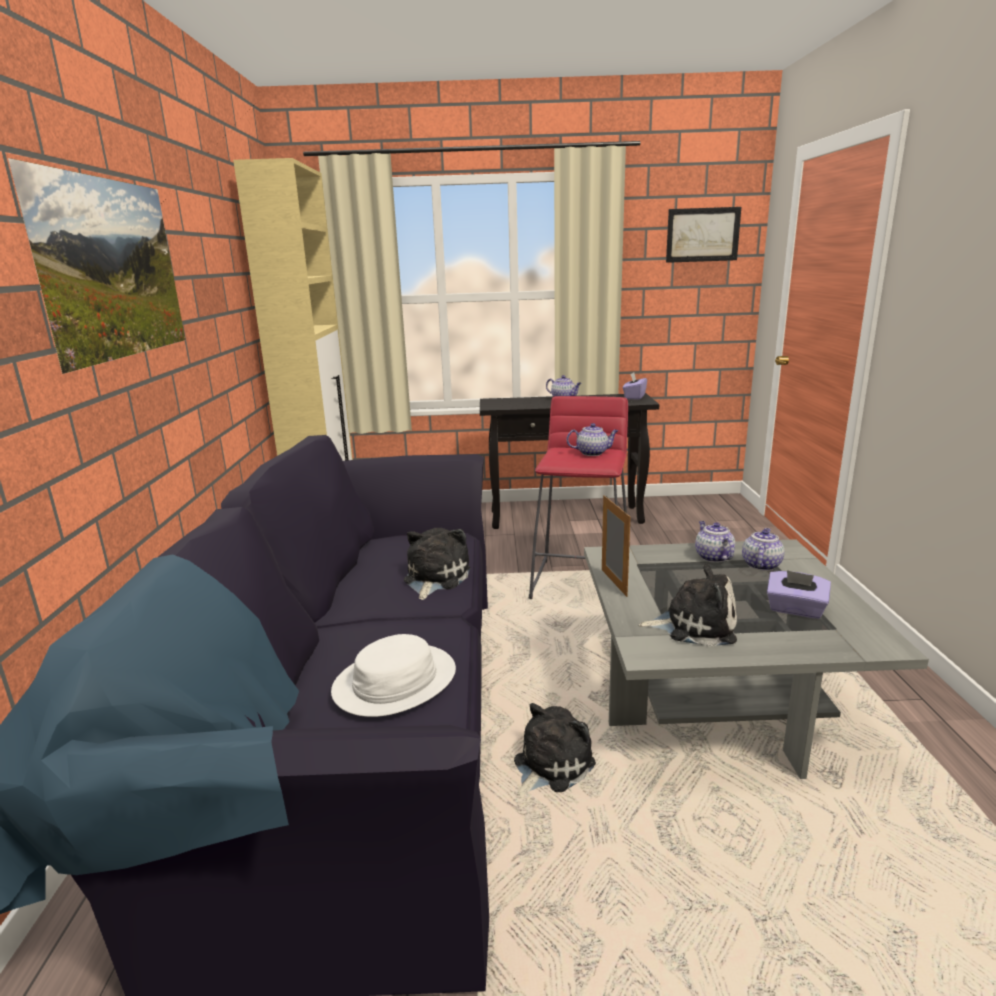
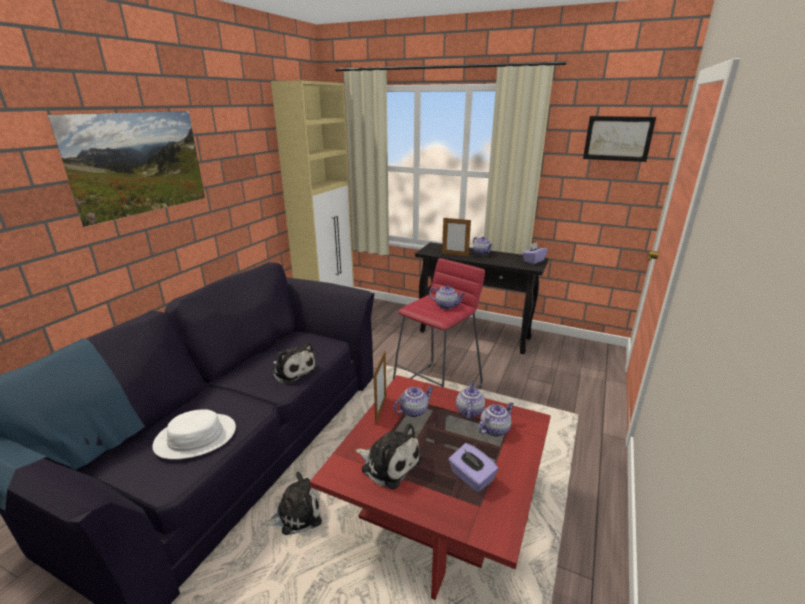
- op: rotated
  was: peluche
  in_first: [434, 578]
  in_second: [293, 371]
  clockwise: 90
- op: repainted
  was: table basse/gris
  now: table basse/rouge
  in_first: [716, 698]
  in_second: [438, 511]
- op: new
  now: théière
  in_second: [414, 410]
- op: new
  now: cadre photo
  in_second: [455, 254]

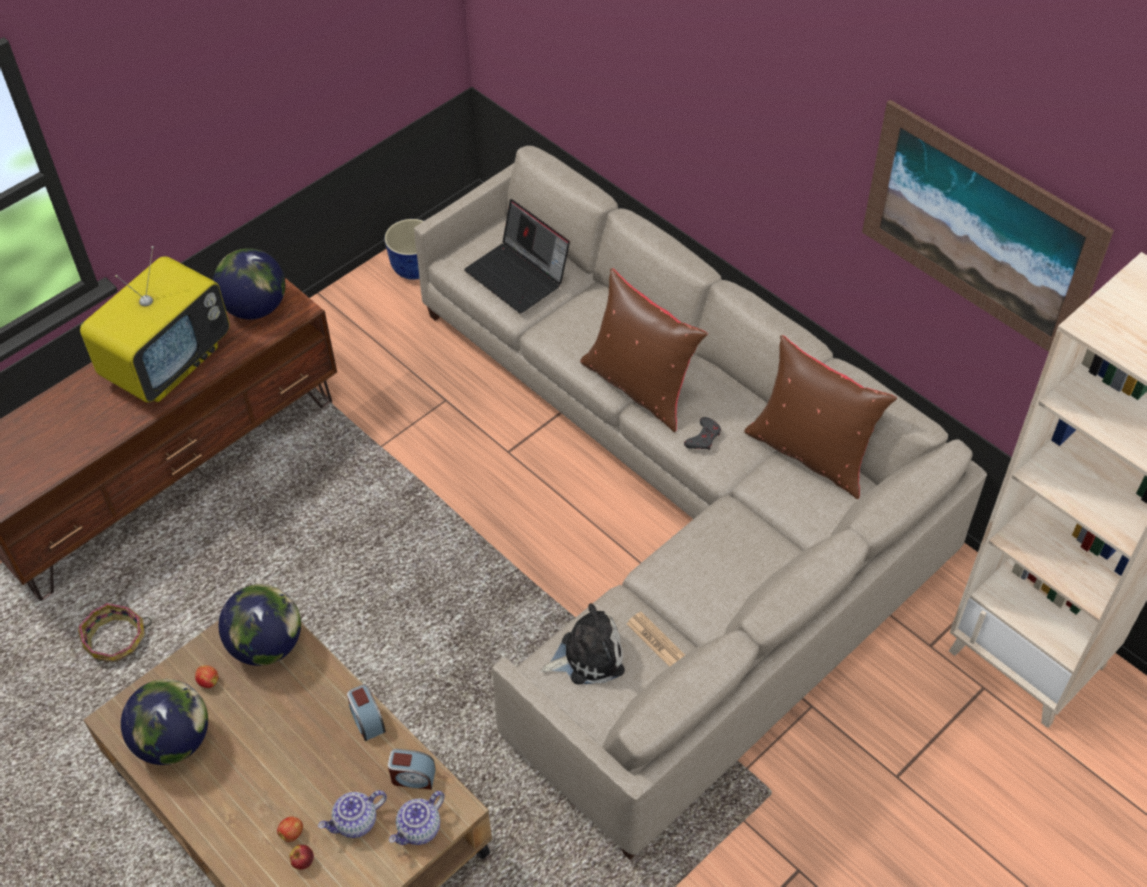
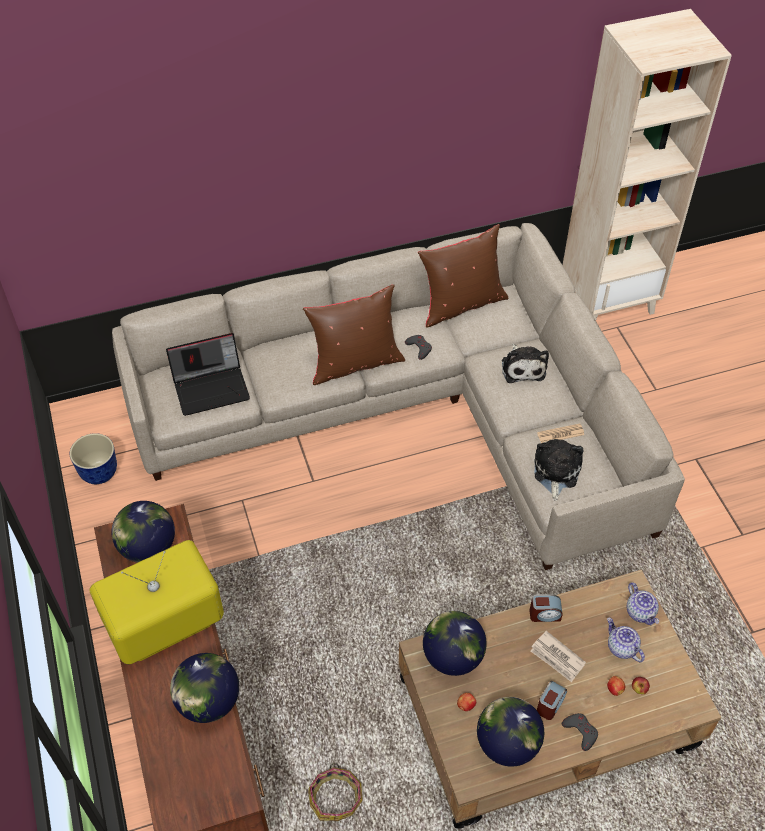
- op: rotated
  was: téléviseur
  in_first: [168, 362]
  in_second: [165, 626]
  clockwise: -90
- op: rotated
  was: théière
  in_first: [355, 822]
  in_second: [621, 647]
  clockwise: 150
- op: shifted
  was: réveil
  in_first: [413, 777]
  in_second: [550, 704]
- op: gone
  was: tableau
  in_first: [979, 230]
- op: new
  now: globe
  in_second: [209, 701]
- op: new
  now: peluche
  in_second: [523, 367]
- op: new
  now: journal
  in_second: [557, 658]
- op: new
  now: manette/gris
  in_second: [580, 731]

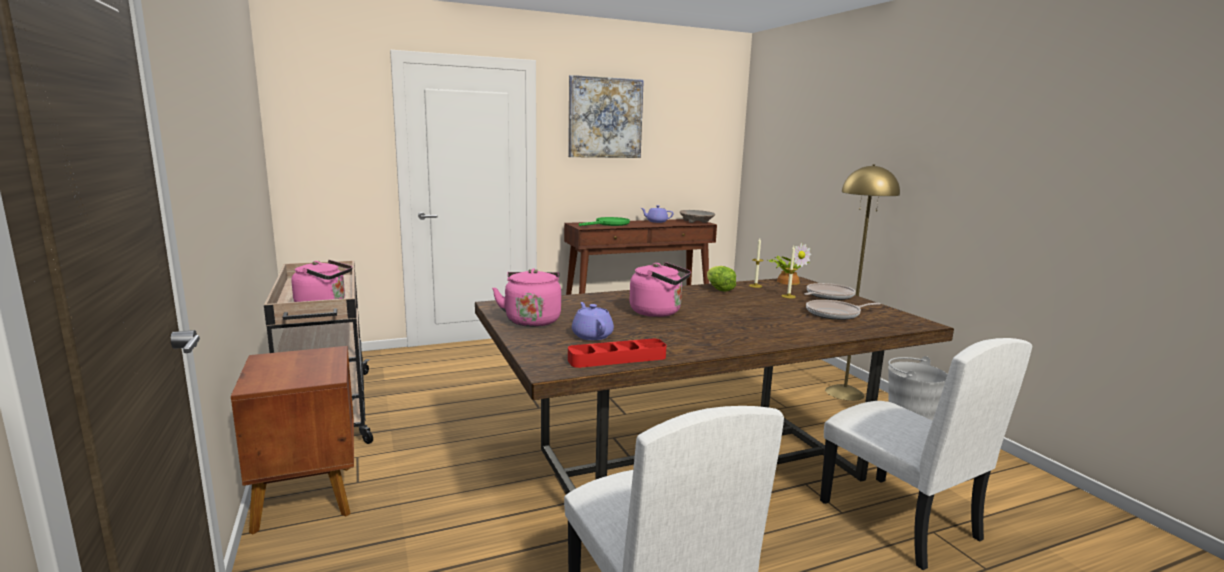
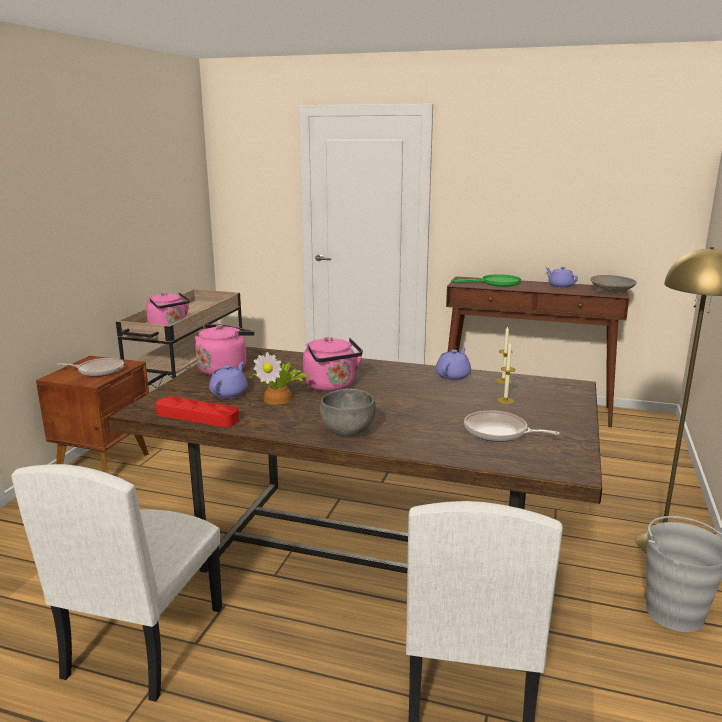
- op: gone
  was: tableau
  in_first: [605, 118]
- op: swapped
  was: laitue
  now: théière/violet
  in_first: [718, 289]
  in_second: [453, 376]
- op: shifted
  was: plante en pot
  in_first: [788, 281]
  in_second: [279, 398]
- op: shifted
  was: poêle
  in_first: [828, 296]
  in_second: [98, 371]
- op: new
  now: bol/gris
  in_second: [347, 432]

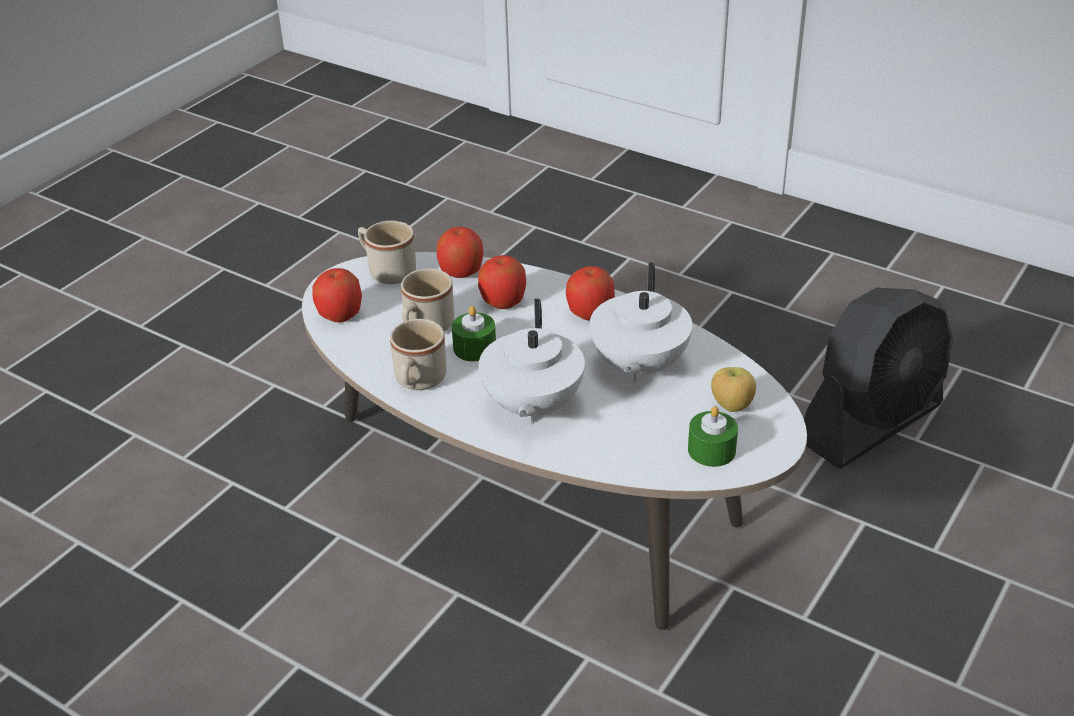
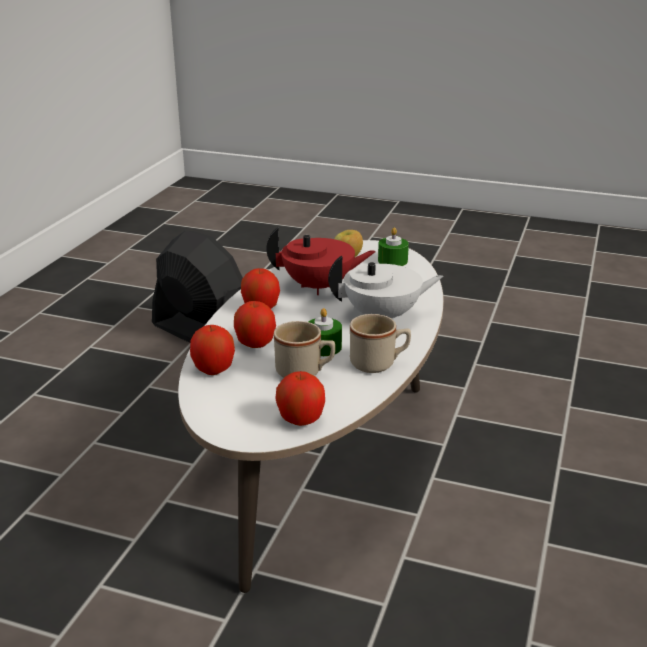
- op: gone
  was: mug/beige
  in_first: [387, 271]
- op: repainted
  was: théière/blanc
  now: théière/rouge
  in_first: [638, 366]
  in_second: [319, 287]

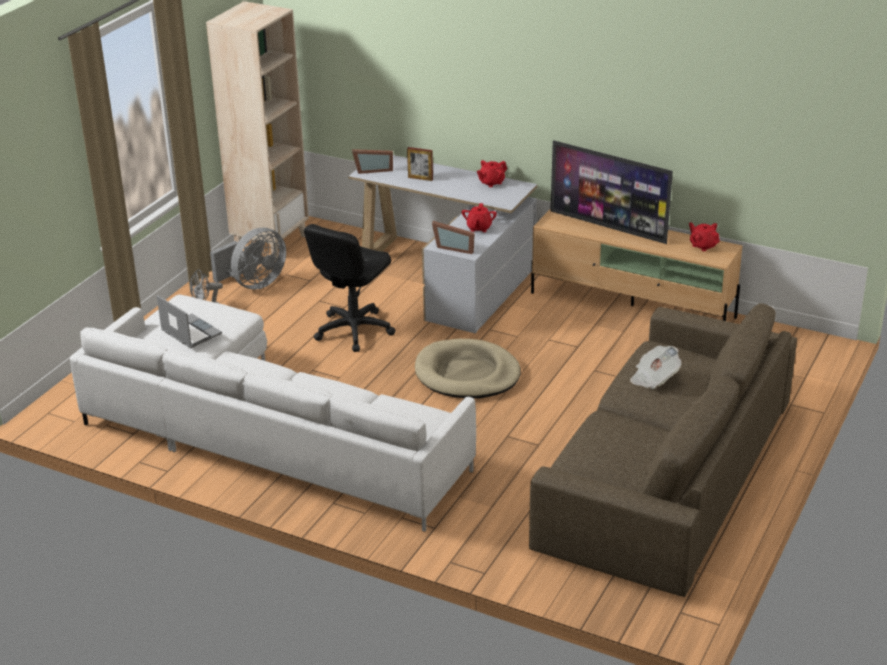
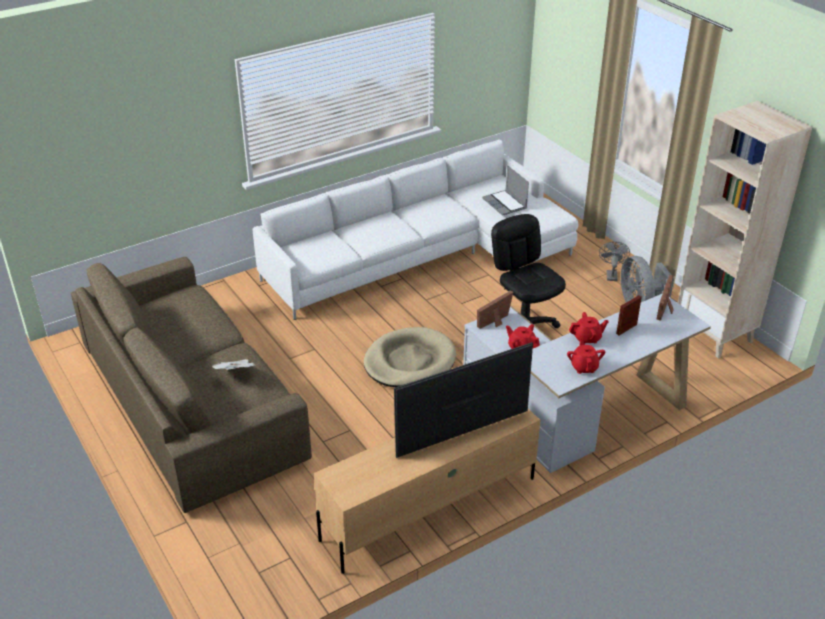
- op: rotated
  was: ordinateur portable
  in_first: [190, 333]
  in_second: [505, 204]
  clockwise: 75
- op: shifted
  was: théière/rouge
  in_first: [703, 246]
  in_second: [587, 338]

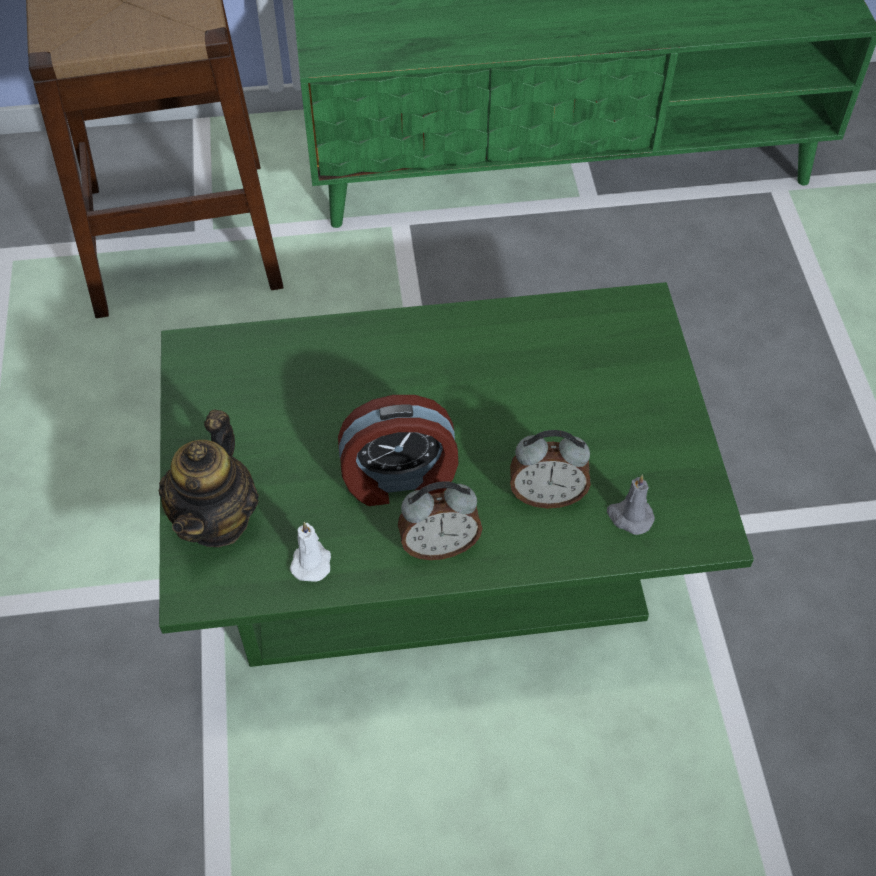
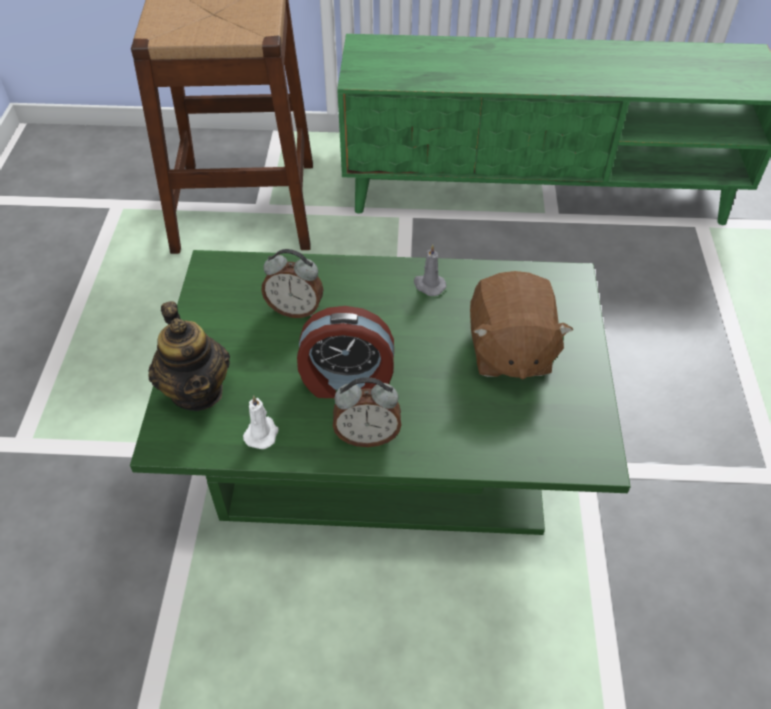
- op: rotated
  was: théière
  in_first: [217, 519]
  in_second: [197, 390]
  clockwise: -45
- op: shifted
  was: réveil
  in_first: [547, 495]
  in_second: [295, 309]
- op: shifted
  was: bougie/gris
  in_first: [629, 516]
  in_second: [428, 285]
- op: new
  now: peluche/marron
  in_second: [509, 351]

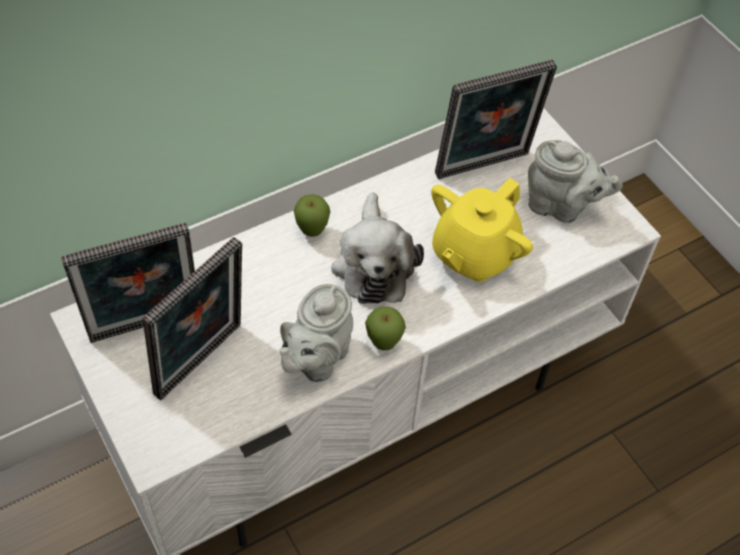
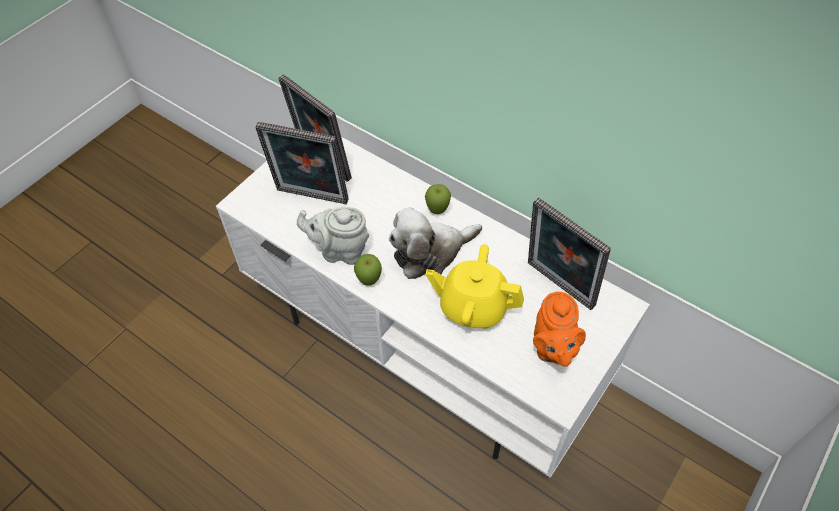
- op: repainted
  was: théière/gris
  now: théière/orange
  in_first: [561, 207]
  in_second: [552, 349]

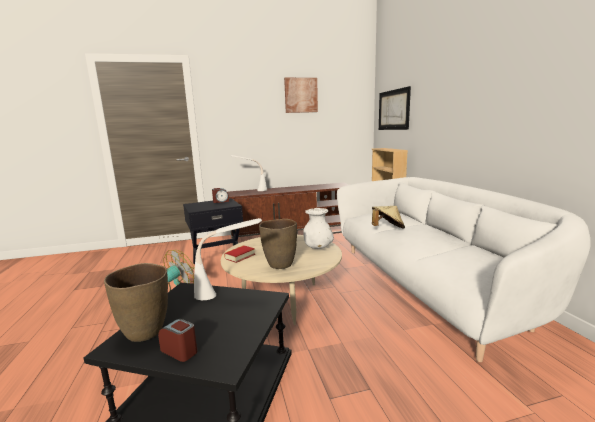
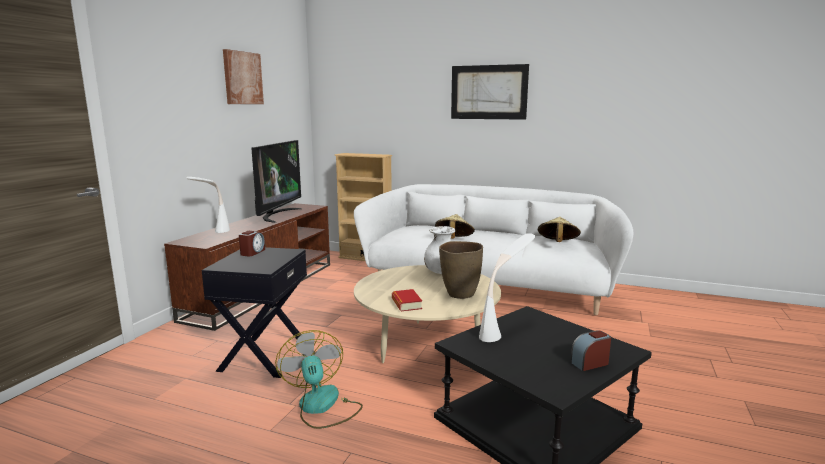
- op: gone
  was: vase/marron
  in_first: [146, 332]
- op: shifted
  was: tableau
  in_first: [393, 110]
  in_second: [488, 92]
- op: new
  now: téléviseur
  in_second: [277, 215]
- op: new
  now: chapeau/beige
  in_second: [557, 243]

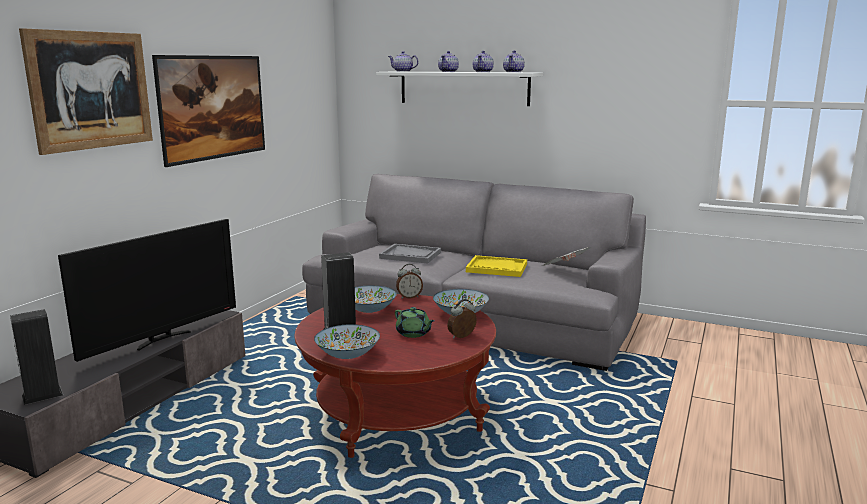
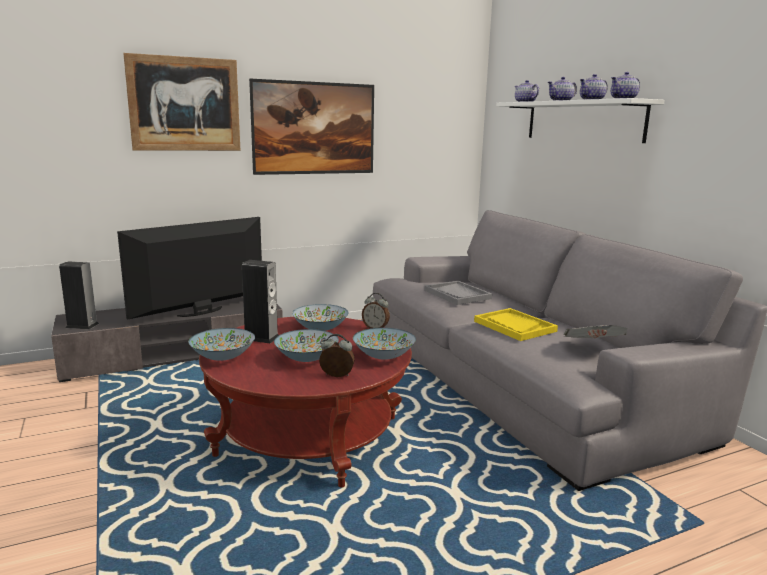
- op: rotated
  was: téléviseur
  in_first: [162, 339]
  in_second: [201, 312]
  clockwise: 150
- op: swapped
  was: théière/vert
  now: bol
  in_first: [413, 333]
  in_second: [306, 358]

